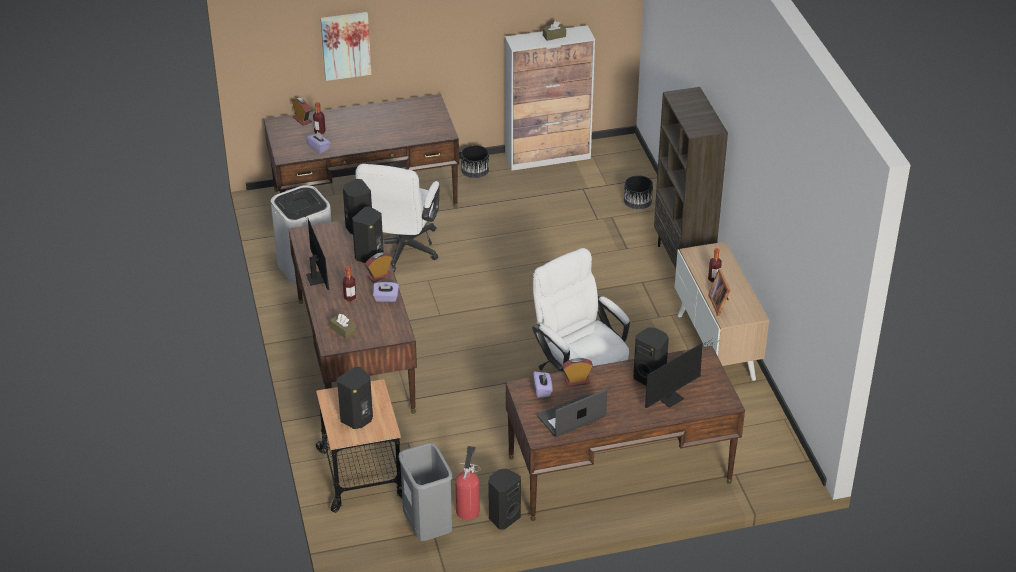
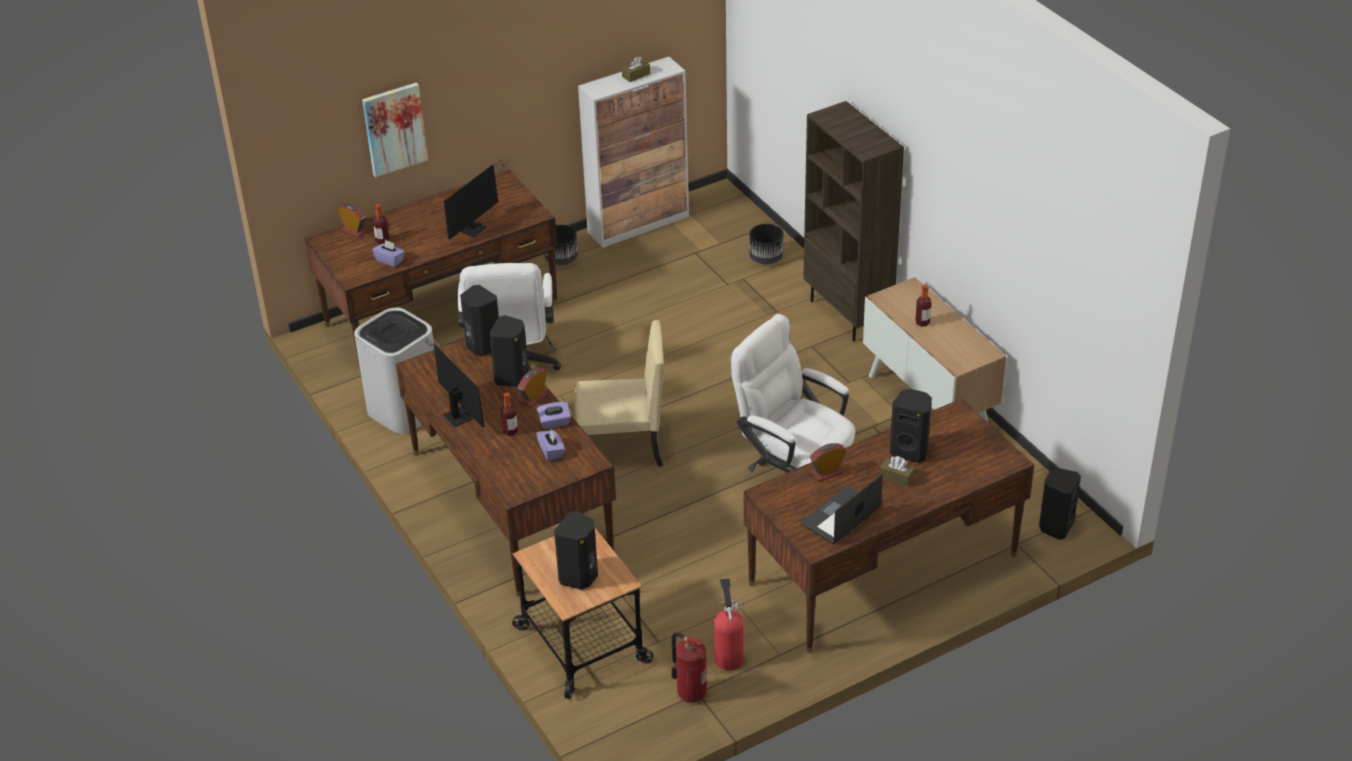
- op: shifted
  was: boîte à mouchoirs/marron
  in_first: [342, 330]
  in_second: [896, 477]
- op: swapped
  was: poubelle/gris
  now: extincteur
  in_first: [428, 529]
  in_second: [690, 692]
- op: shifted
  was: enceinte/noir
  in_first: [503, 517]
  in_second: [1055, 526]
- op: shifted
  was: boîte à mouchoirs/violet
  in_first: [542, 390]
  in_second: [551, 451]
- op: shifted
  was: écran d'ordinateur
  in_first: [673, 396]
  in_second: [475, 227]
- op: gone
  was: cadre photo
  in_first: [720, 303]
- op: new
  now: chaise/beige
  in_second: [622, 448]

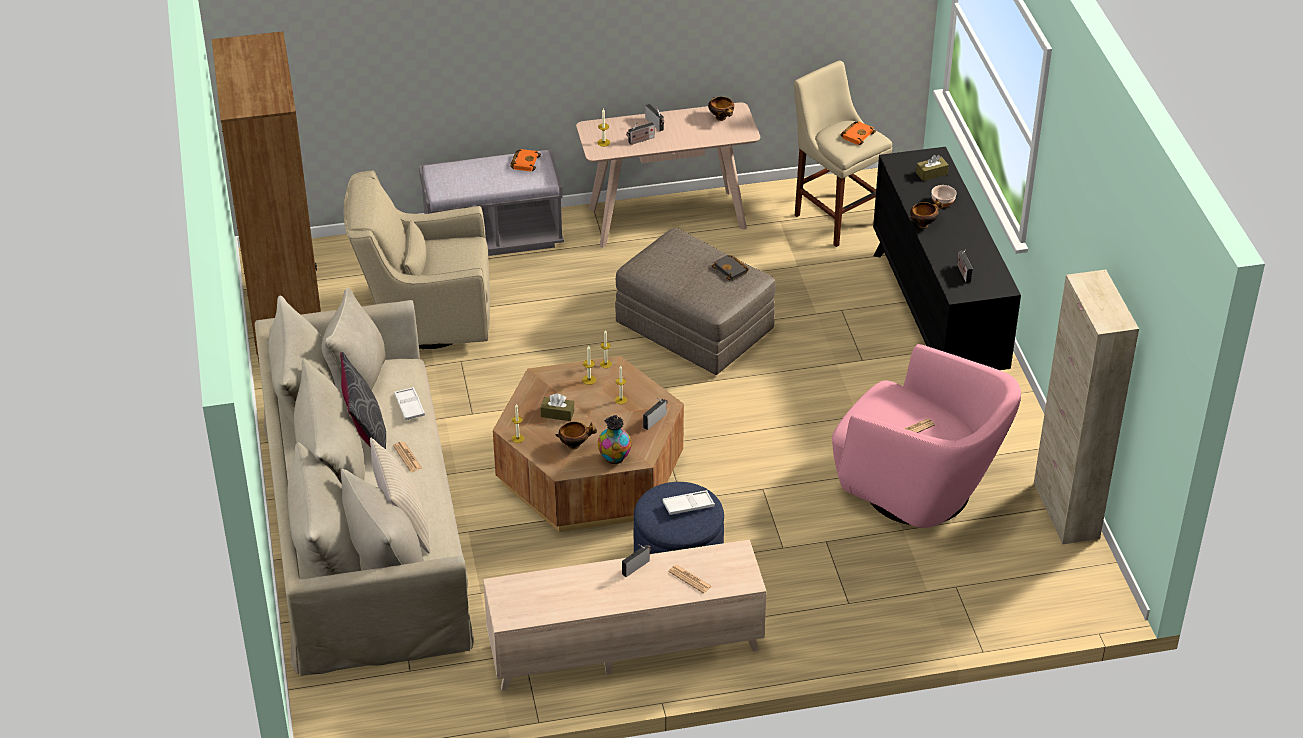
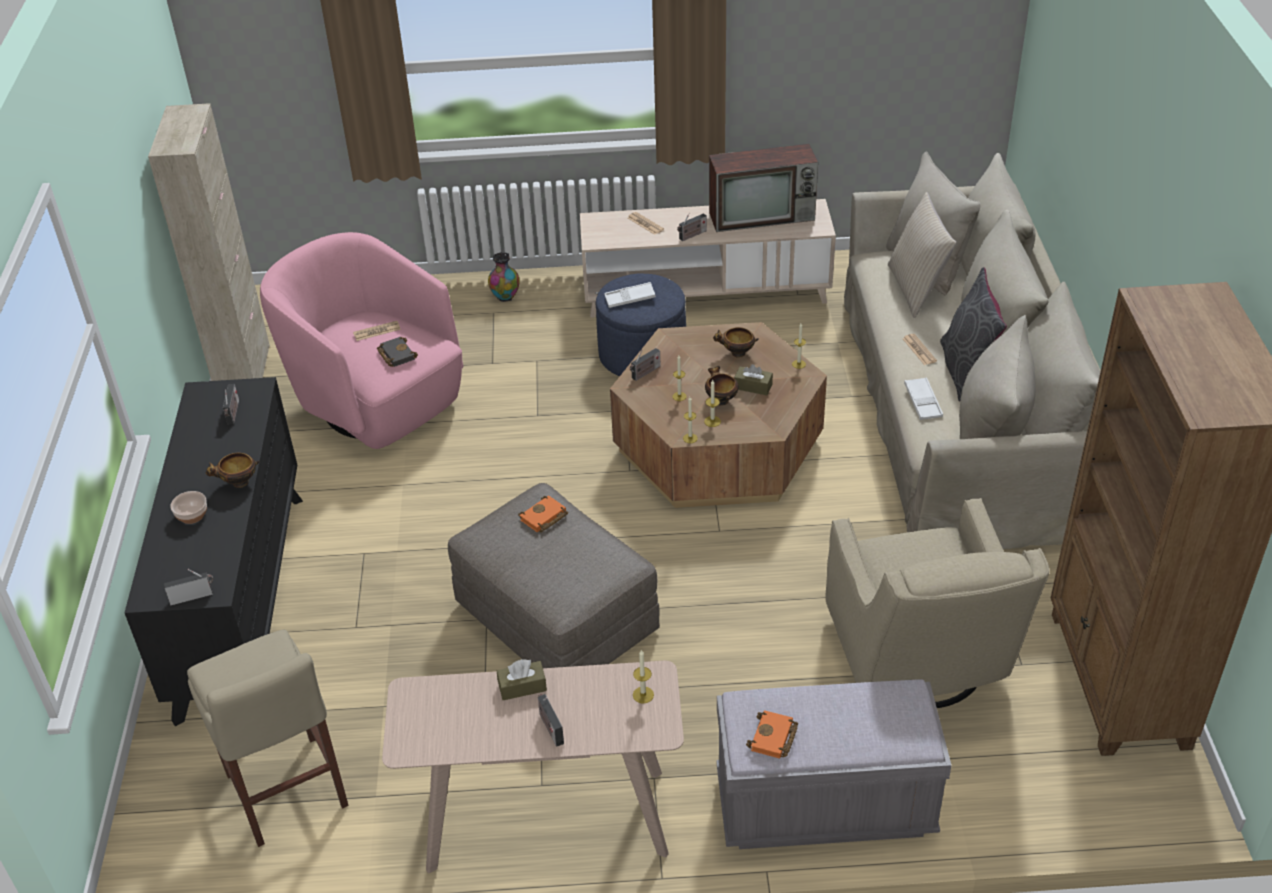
- op: rotated
  was: fauteuil/beige
  in_first: [425, 319]
  in_second: [920, 664]
  clockwise: 75
- op: shifted
  was: vase
  in_first: [614, 458]
  in_second: [505, 296]
- op: shifted
  was: radio
  in_first: [640, 140]
  in_second: [193, 596]
- op: shifted
  was: bol
  in_first: [721, 118]
  in_second: [720, 400]
- op: shifted
  was: livre/noir
  in_first: [731, 270]
  in_second: [395, 354]
- op: shifted
  was: livre/orange
  in_first: [857, 134]
  in_second: [543, 518]
- op: shifted
  was: boîte à mouchoirs/marron
  in_first: [931, 173]
  in_second: [522, 687]
- op: new
  now: téléviseur
  in_second: [763, 216]

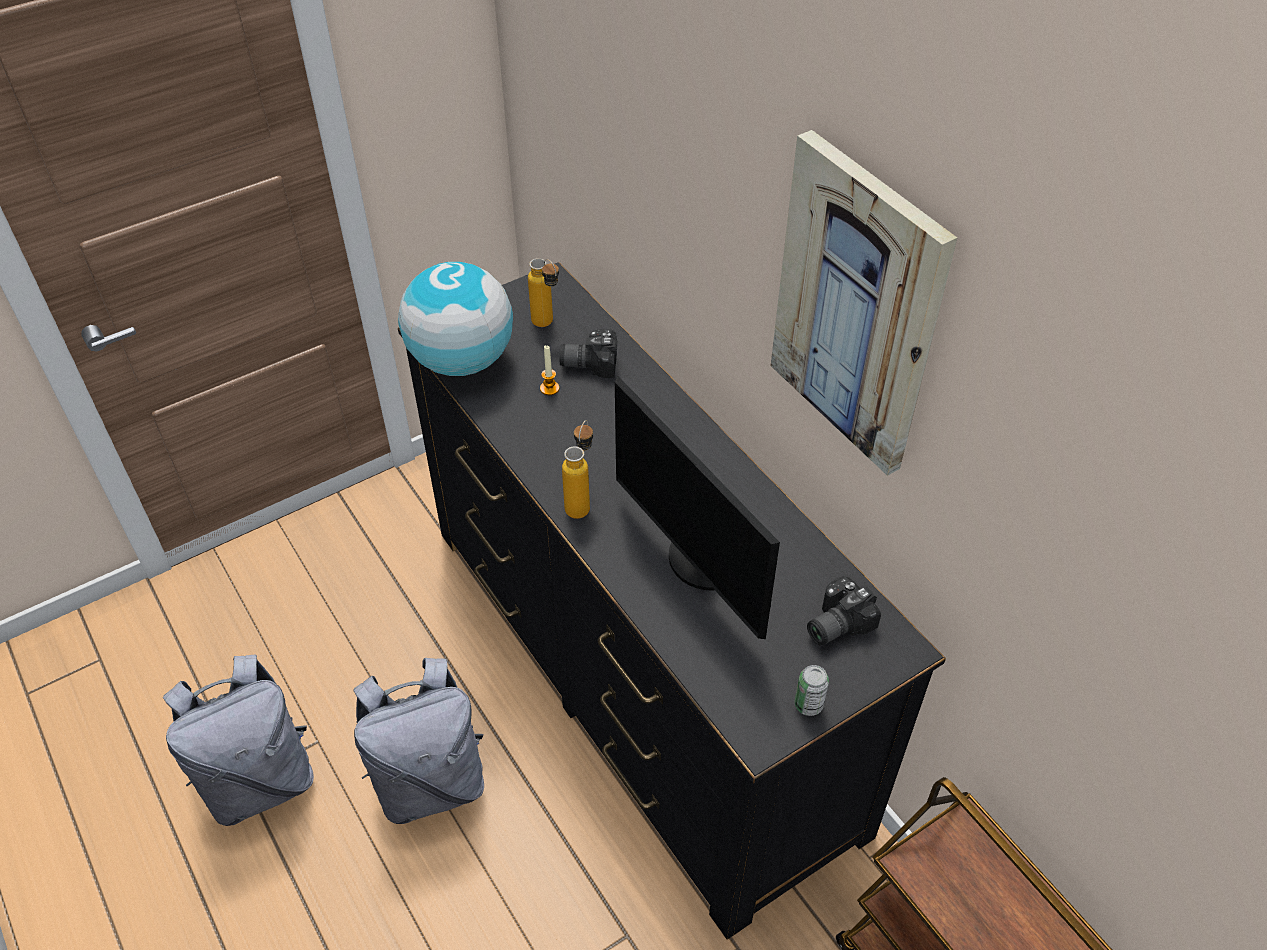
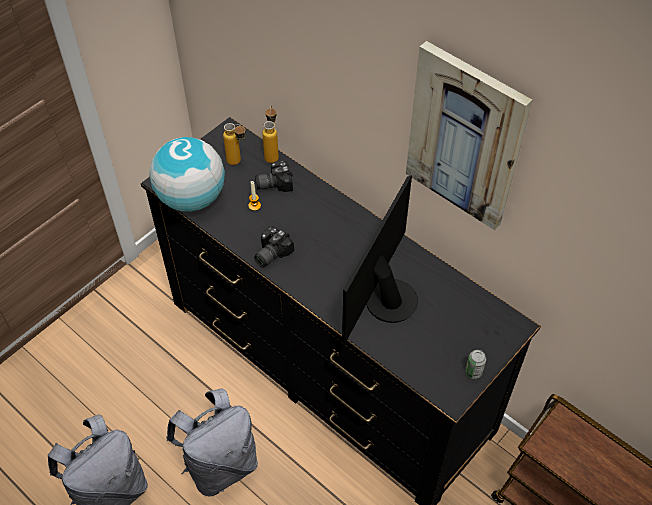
- op: shifted
  was: bouteille
  in_first: [581, 502]
  in_second: [272, 154]
- op: rotated
  was: écran d'ordinateur
  in_first: [702, 561]
  in_second: [385, 299]
  clockwise: 75
- op: shifted
  was: appareil photo
  in_first: [834, 623]
  in_second: [270, 253]

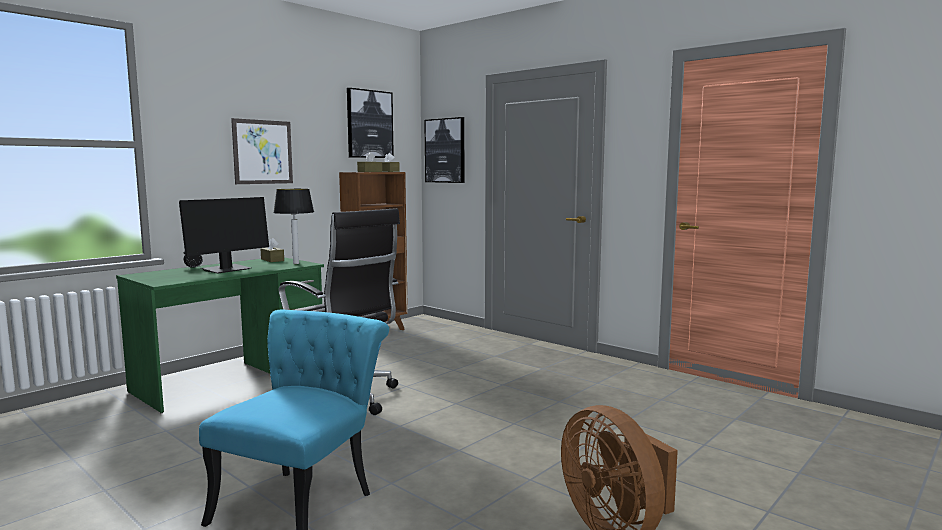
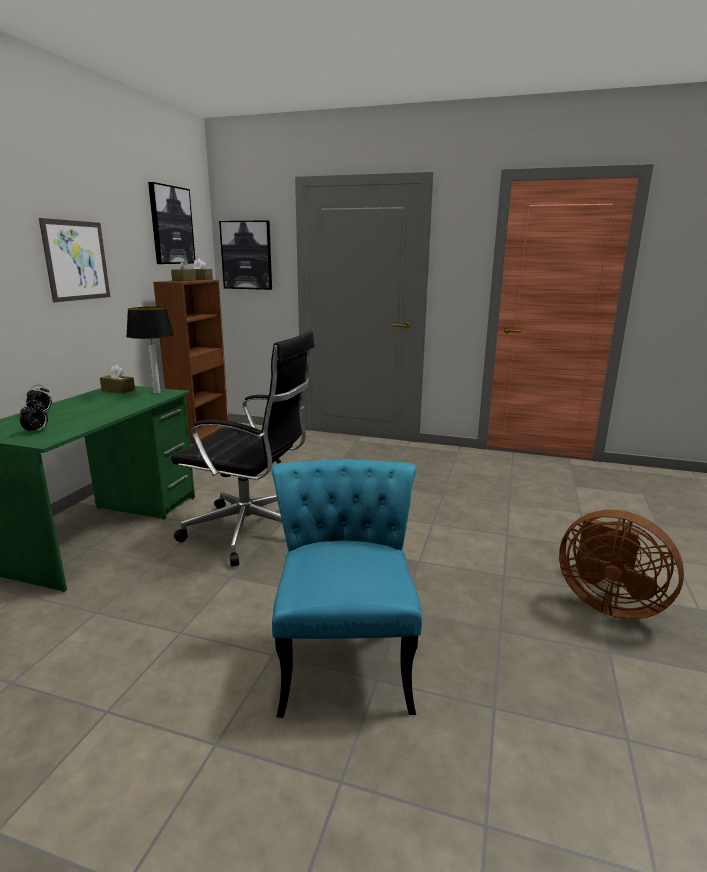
- op: gone
  was: écran d'ordinateur
  in_first: [226, 269]
- op: new
  now: réveil
  in_second: [36, 431]

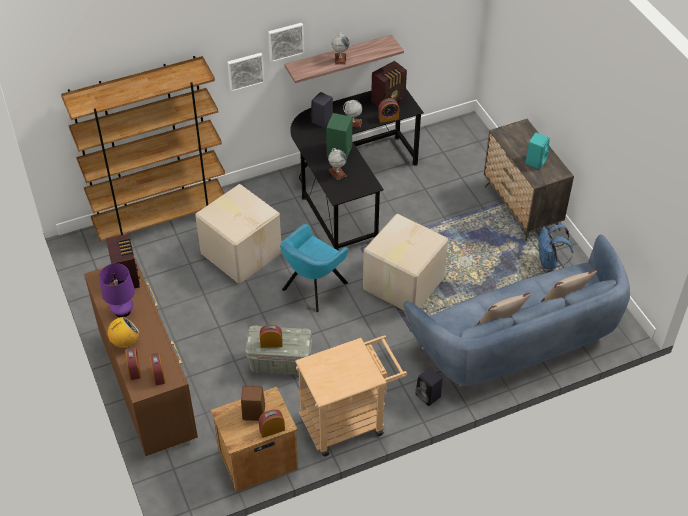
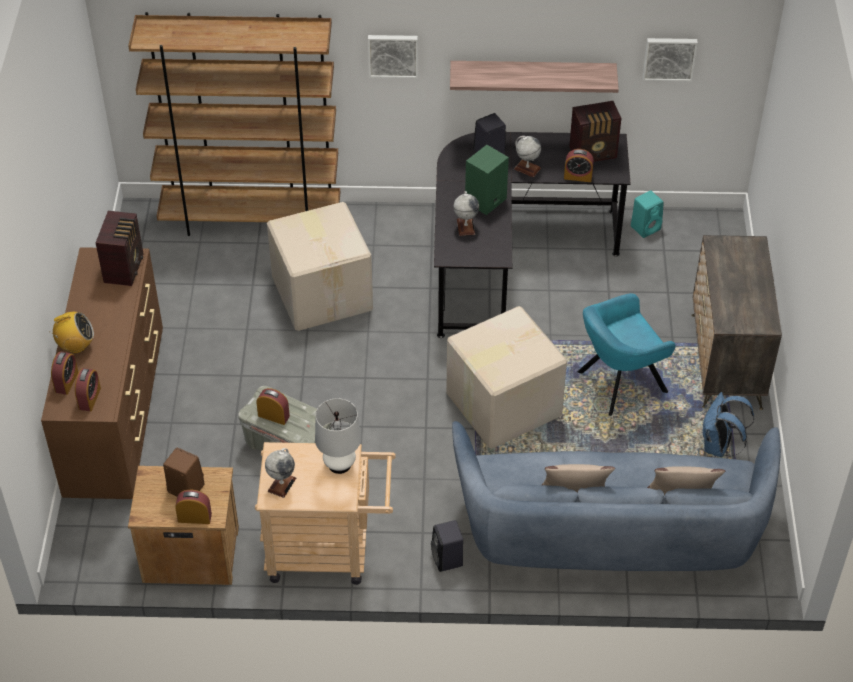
- op: gone
  was: lampe de table/violet
  in_first: [122, 311]
- op: shifted
  was: tableau
  in_first: [285, 41]
  in_second: [669, 58]
- op: shifted
  was: fauteuil/turquoise
  in_first: [313, 288]
  in_second: [618, 383]
- op: shifted
  was: globe
  in_first: [340, 59]
  in_second: [282, 484]
- op: shifted
  was: enceinte/turquoise
  in_first: [536, 161]
  in_second: [646, 227]
- op: new
  now: lampe de table/blanc
  in_second: [339, 464]

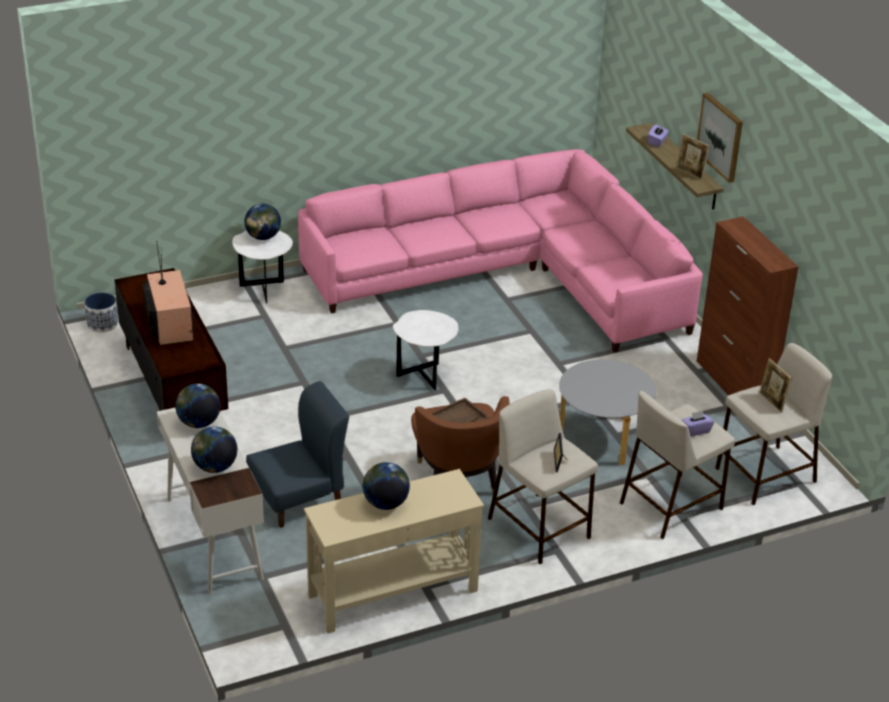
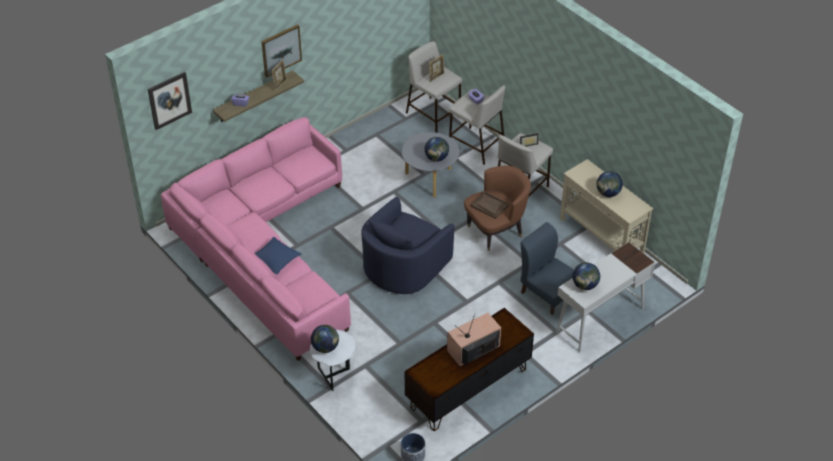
- op: shifted
  was: globe
  in_first: [215, 467]
  in_second: [436, 158]
- op: swapped
  was: table d'appoint/blanc
  now: fauteuil/bleu
  in_first: [425, 378]
  in_second: [404, 265]
- op: gone
  was: meuble de rangement/marron
  in_first: [734, 384]
- op: new
  now: tableau
  in_second: [169, 100]
- op: new
  now: coussin/bleu
  in_second: [275, 259]

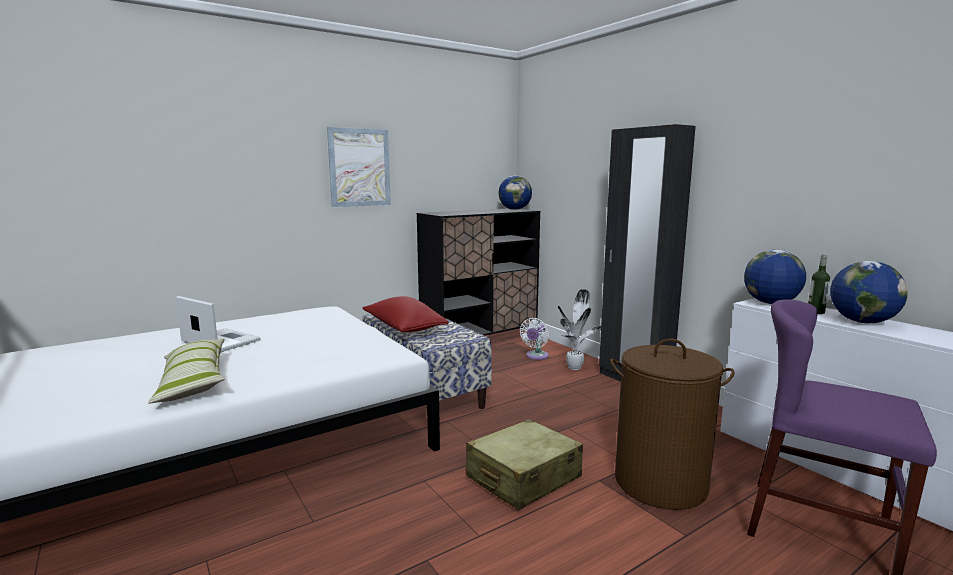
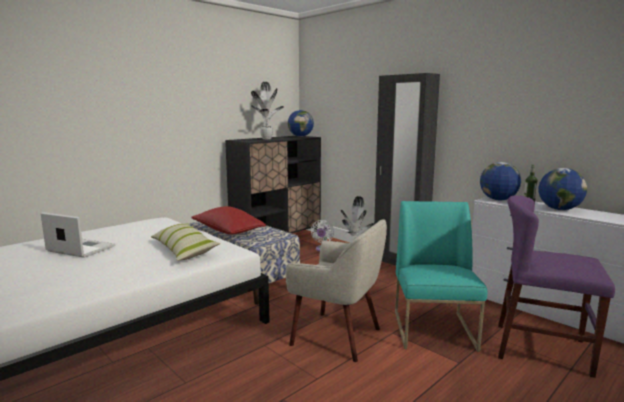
- op: shifted
  was: coussin
  in_first: [193, 381]
  in_second: [184, 250]
- op: gone
  was: tableau
  in_first: [359, 167]
- op: swapped
  was: valise/beige
  now: fauteuil/beige
  in_first: [523, 477]
  in_second: [337, 336]
- op: swapped
  was: panier à linge/marron
  now: chaise/turquoise
  in_first: [660, 482]
  in_second: [434, 330]
- op: new
  now: plante en pot
  in_second: [267, 139]

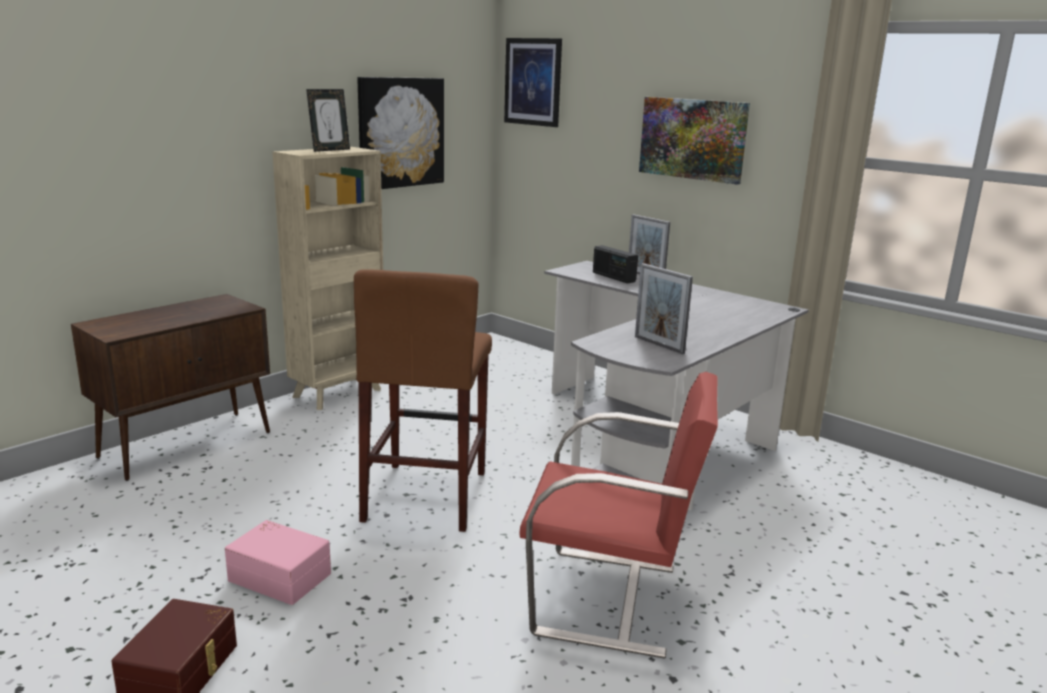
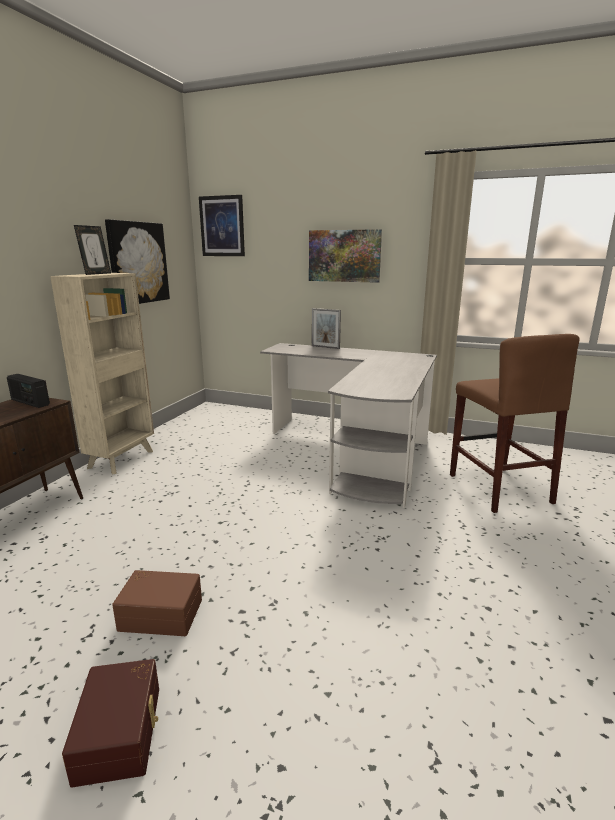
- op: repainted
  was: boîte de rangement/rose
  now: boîte de rangement/marron
  in_first: [281, 575]
  in_second: [161, 613]
- op: shifted
  was: tabouret/marron
  in_first: [426, 495]
  in_second: [499, 488]
- op: gone
  was: chaise/rouge
  in_first: [609, 600]
- op: shifted
  was: radio
  in_first: [613, 277]
  in_second: [30, 402]
- op: gone
  was: cadre photo
  in_first: [659, 345]

